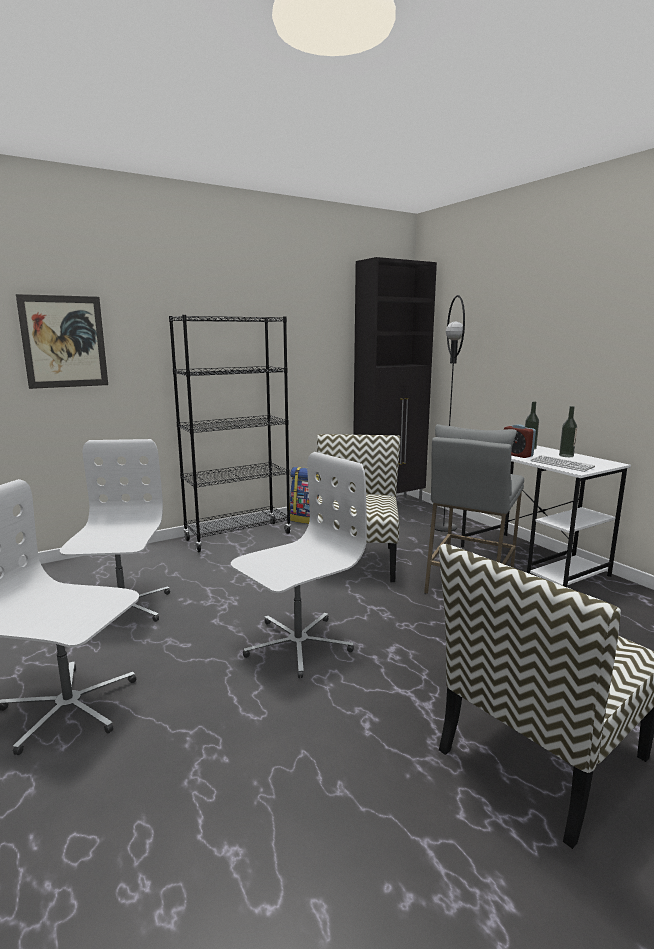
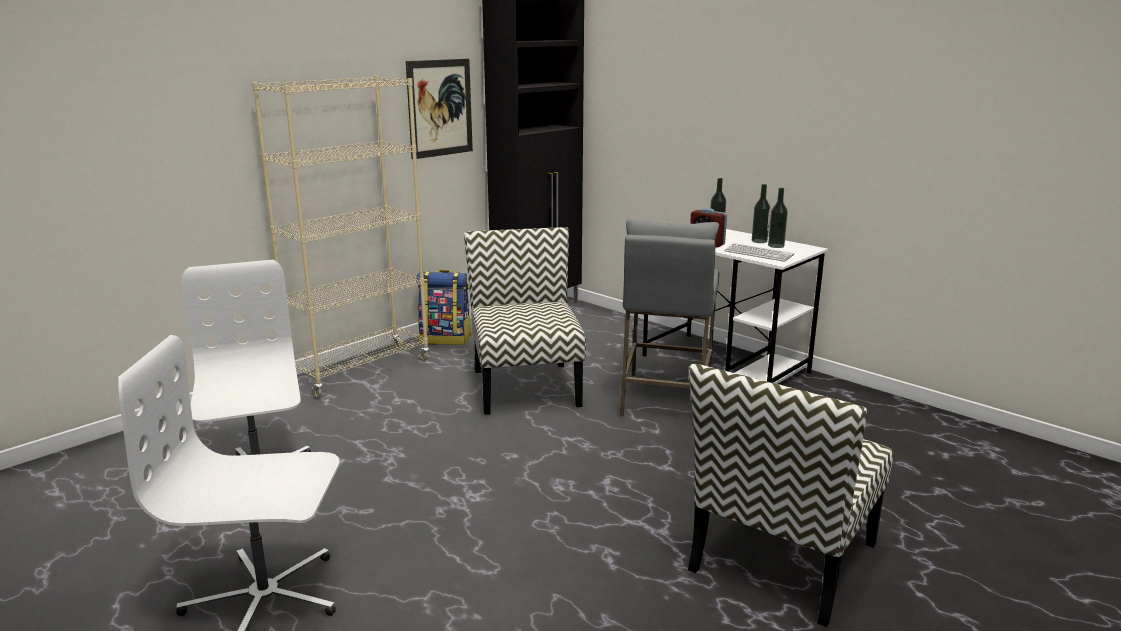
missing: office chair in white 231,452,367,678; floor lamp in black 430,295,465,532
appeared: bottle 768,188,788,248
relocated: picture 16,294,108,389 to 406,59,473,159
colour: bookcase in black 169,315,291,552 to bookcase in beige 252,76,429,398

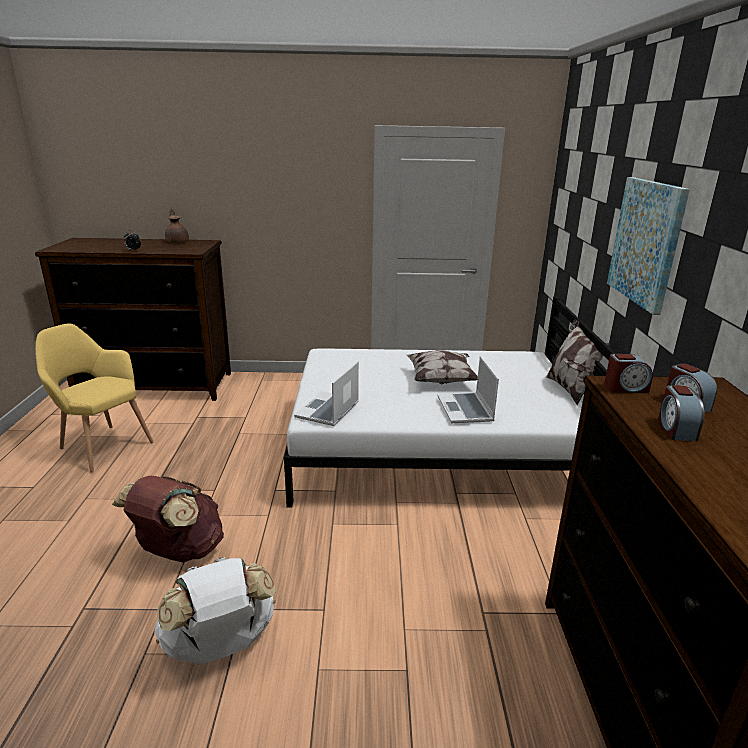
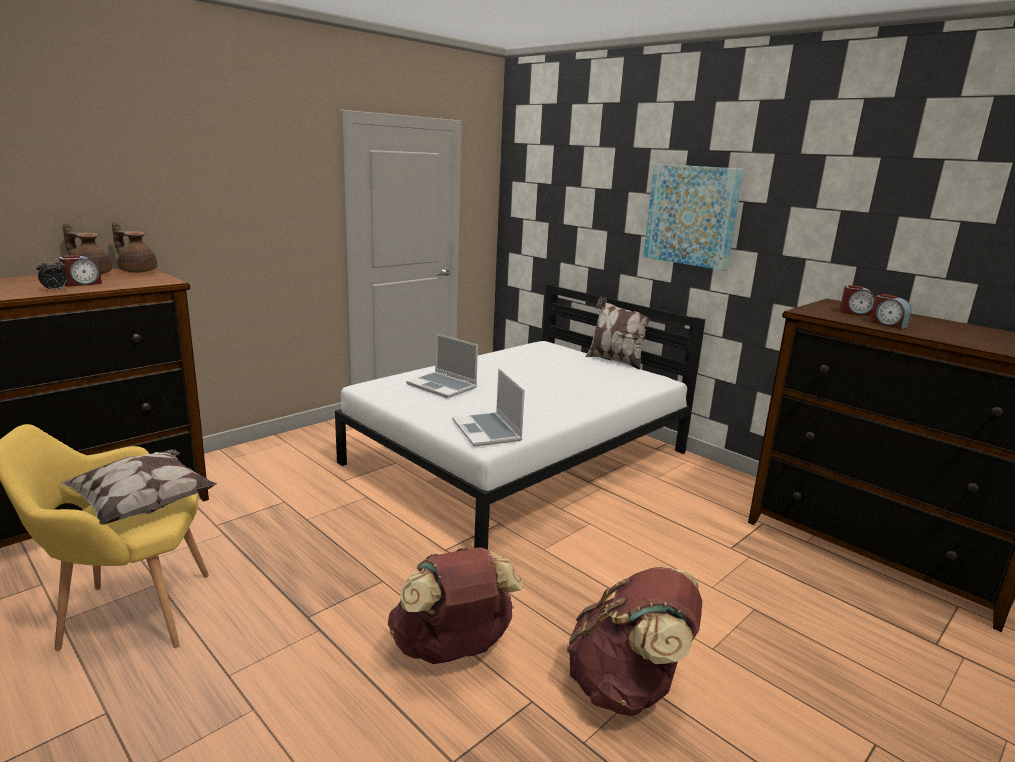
appeared: teapot in brown 112,222,157,273
relocated: pillow 407,350,478,384 to 60,449,217,525; laptop 438,356,499,423 to 406,333,478,398; alarm clock 604,354,653,393 to 58,255,102,287
colour: backpack in white 154,557,276,664 to backpack in brown 567,567,702,716

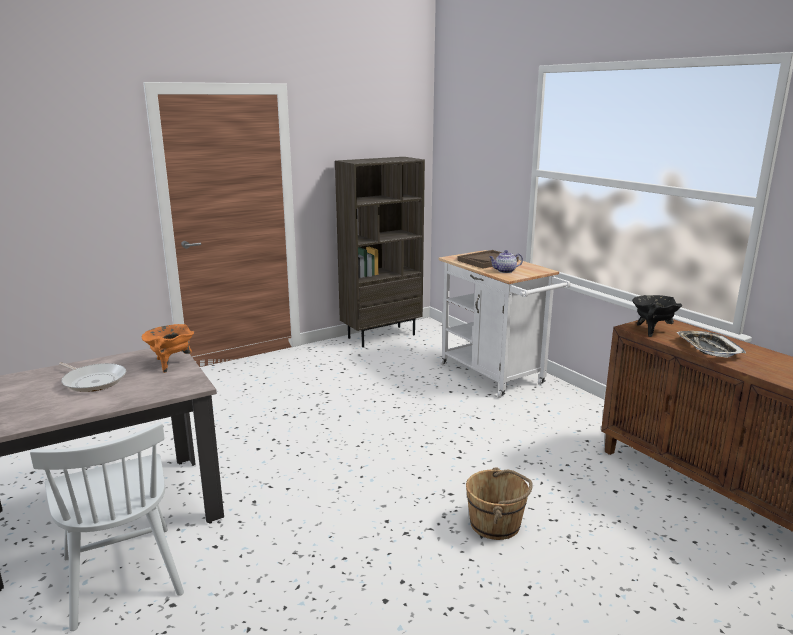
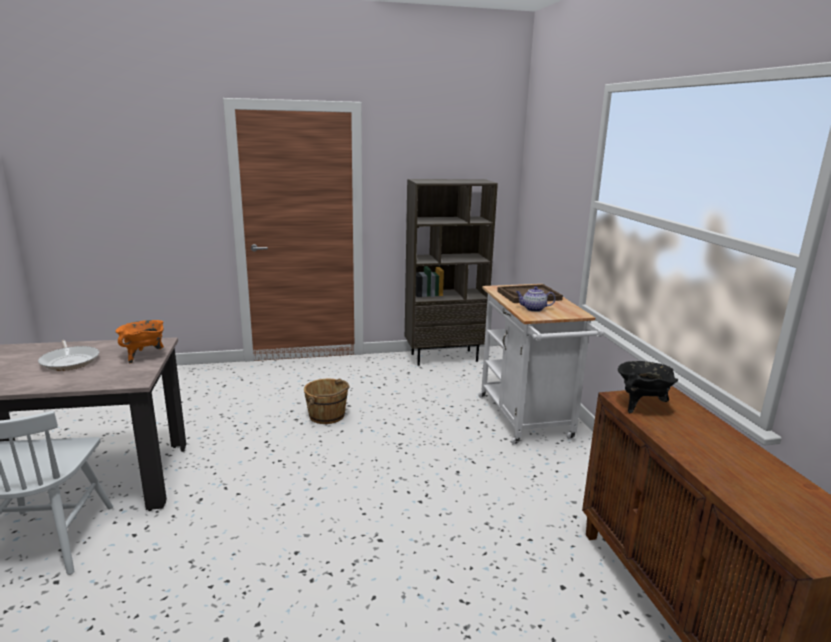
missing: tray 677,331,746,358
relocated: bucket in brown 466,467,533,540 to 304,379,349,424

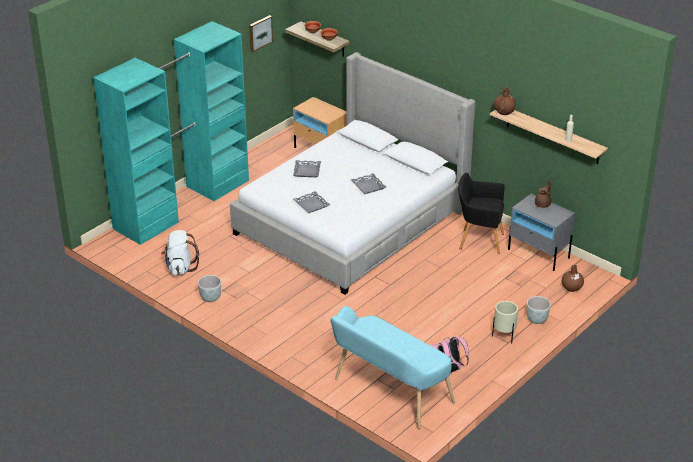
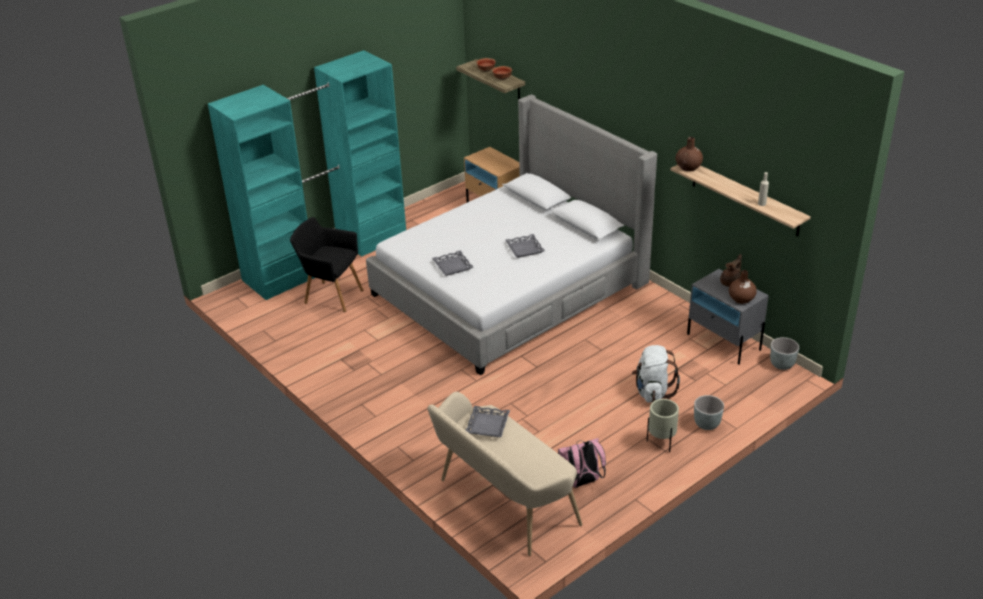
missing: picture 249,15,273,52
relocated: backpack in white 161,230,199,276 to 632,345,680,403; planter in grey 198,275,221,302 to 770,337,799,370; tray in grey 293,160,321,177 to 466,406,510,437; armchair in black 458,173,505,254 to 290,217,363,312; vase in brown 562,265,584,292 to 729,270,757,304
colour: bench in turquoise 331,306,455,429 to bench in beige 427,392,582,556

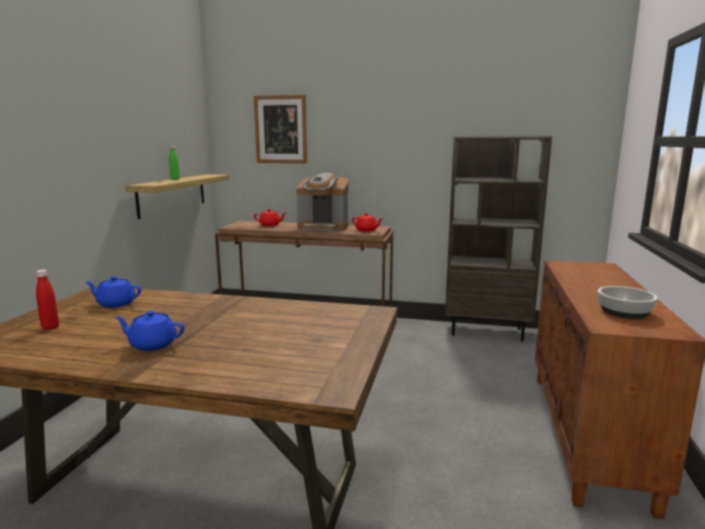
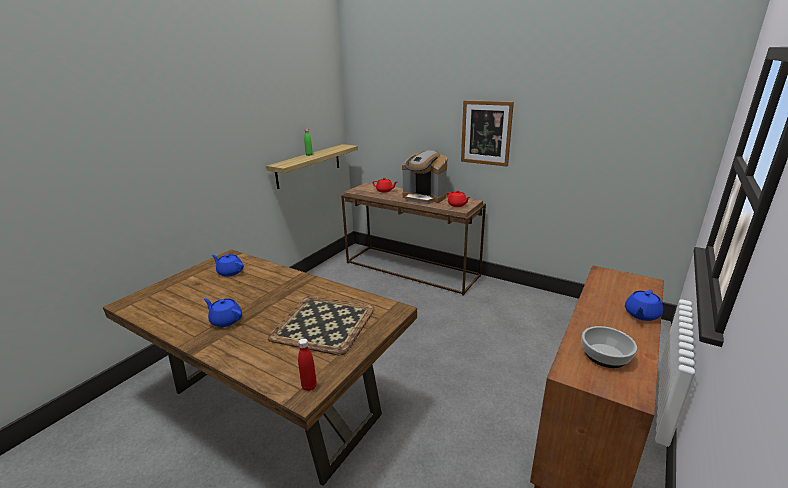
missing: bookcase in brown 445,136,552,341
appeared: tray 268,296,375,356; teapot in blue 625,290,663,321
relocated: bottle in red 36,270,59,330 to 298,338,317,391; picture 254,95,307,163 to 461,100,514,167

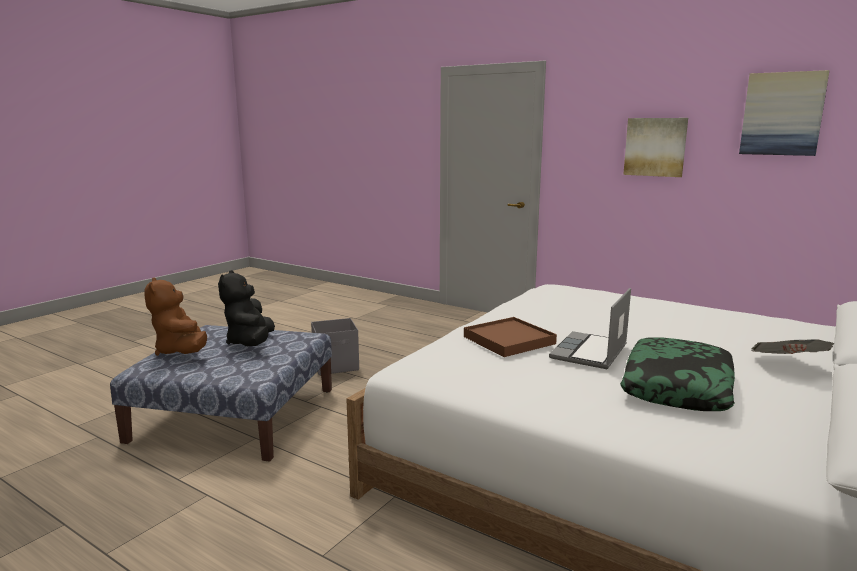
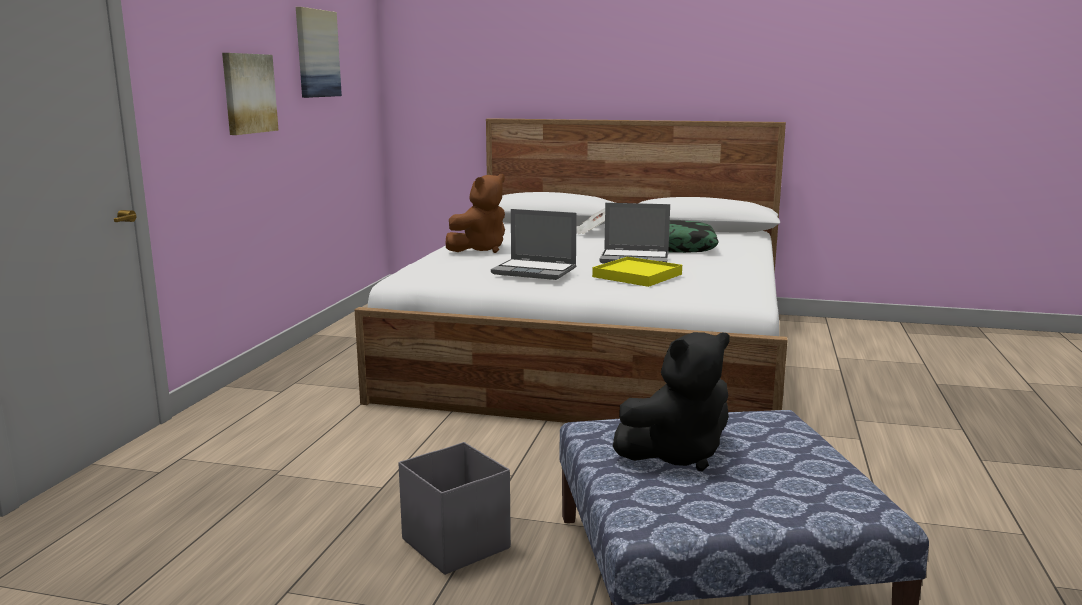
appeared: laptop 491,209,577,280
relocated: plush toy in brown 144,278,207,356 to 446,174,505,253
colour: tray in brown 464,317,557,357 to tray in yellow 592,257,682,287

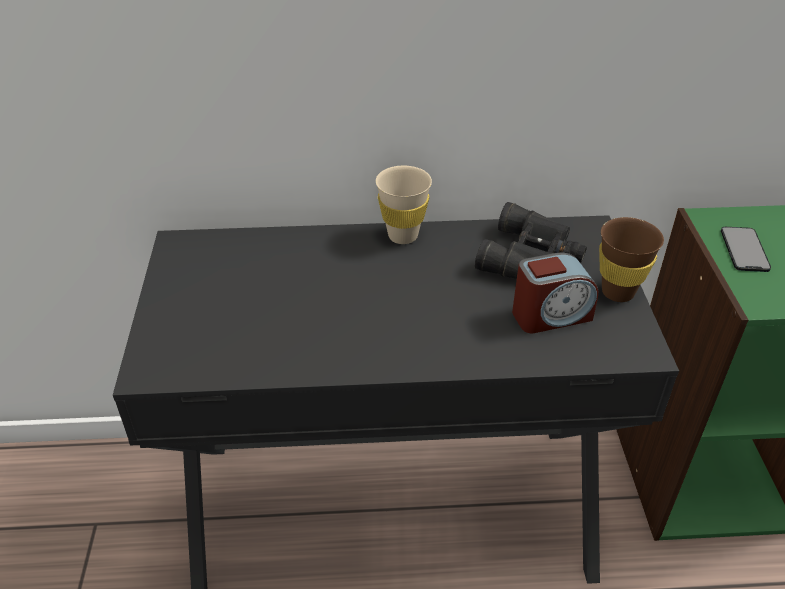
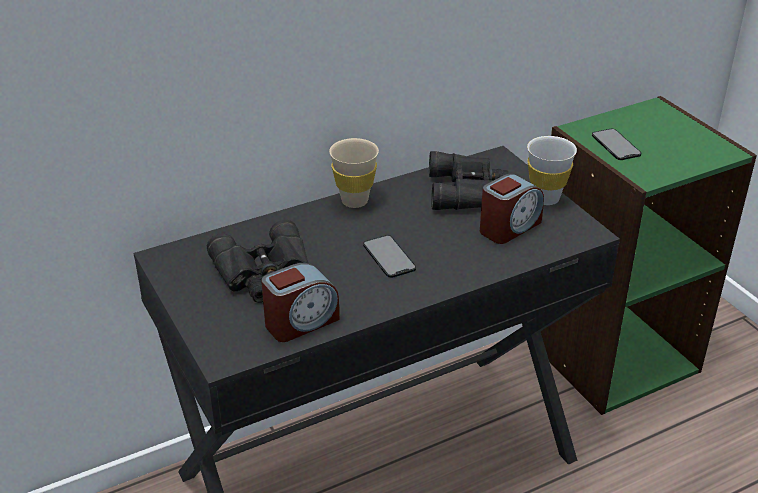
appeared: binoculars in black 207,220,308,303; alarm clock 261,263,339,342; phone 363,235,416,278
colour: cup in brown 599,217,664,302 to cup in white 527,136,577,205

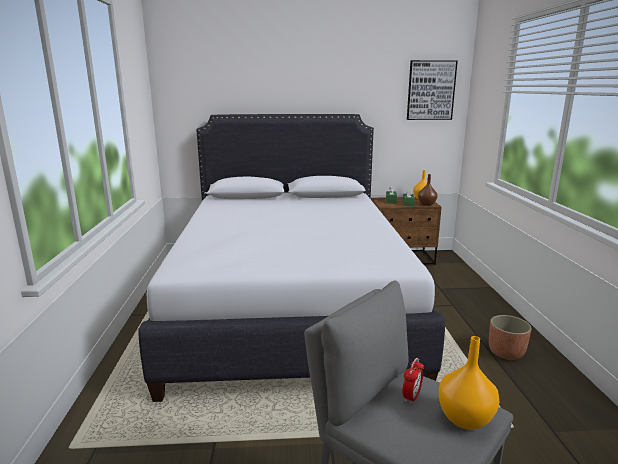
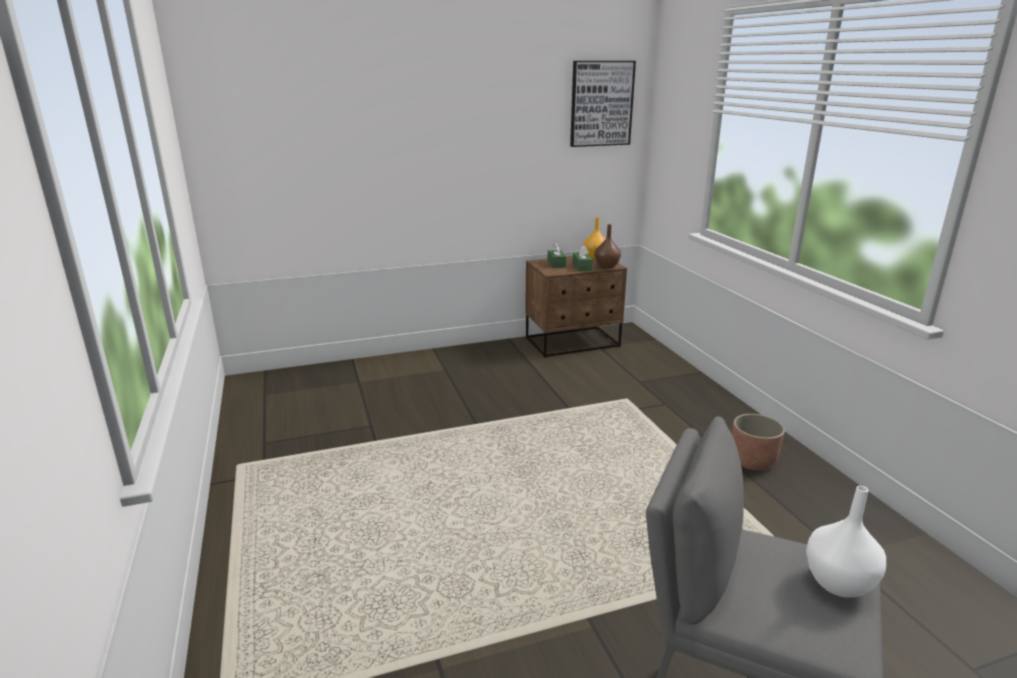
missing: bed in white 138,114,445,402; alarm clock 402,358,424,404
colour: vase in orange 438,336,500,430 to vase in white 806,486,886,598

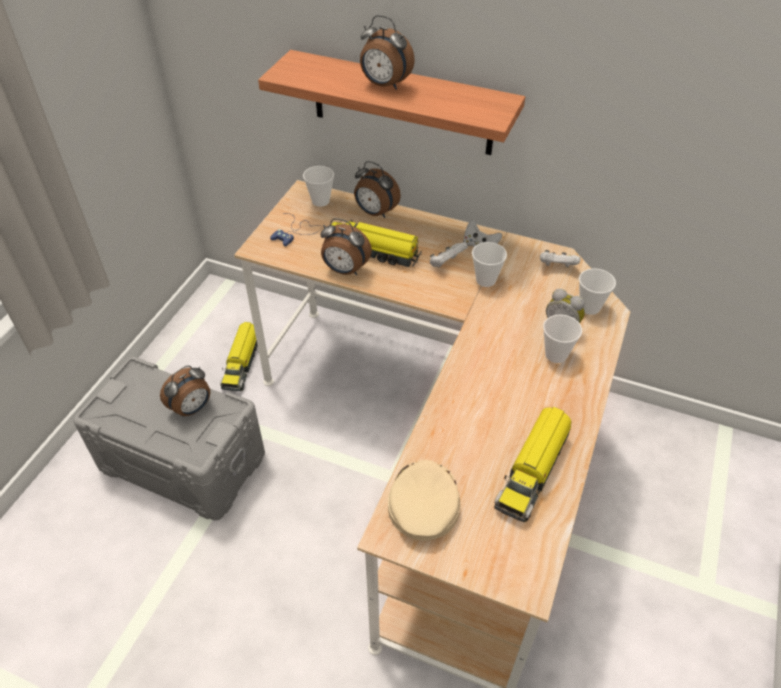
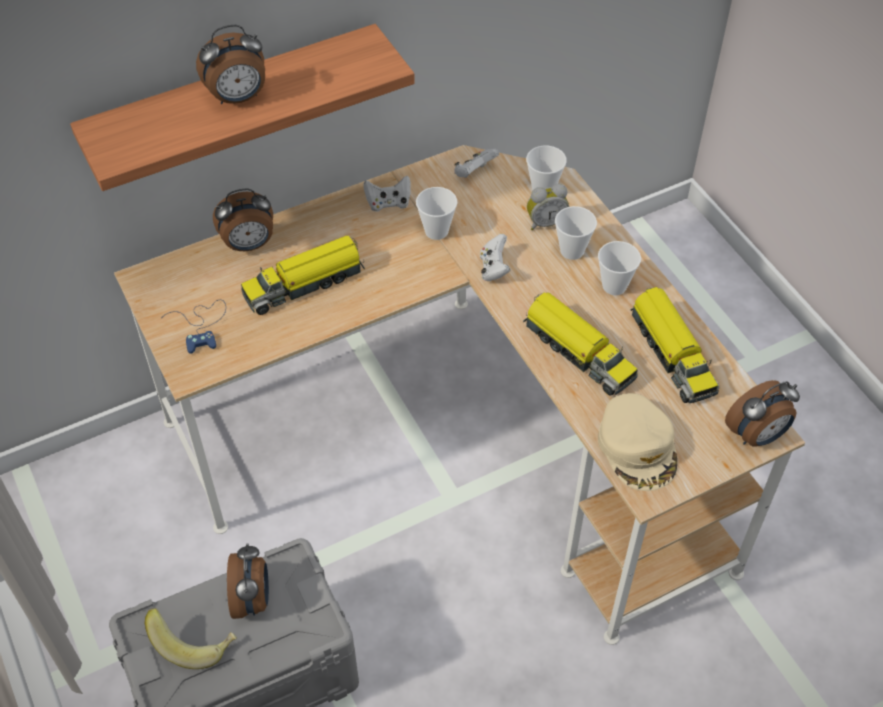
appeared: banana 145,608,237,669
relocated: toy truck 220,322,257,391 to 523,292,638,396; cup 303,166,334,207 to 598,241,641,295; alarm clock 320,218,372,275 to 725,380,800,447; game controller in white 430,242,468,268 to 480,234,510,281
spun: cap in beige 388,460,460,540 = 598,393,678,491 150 degrees counterclockwise

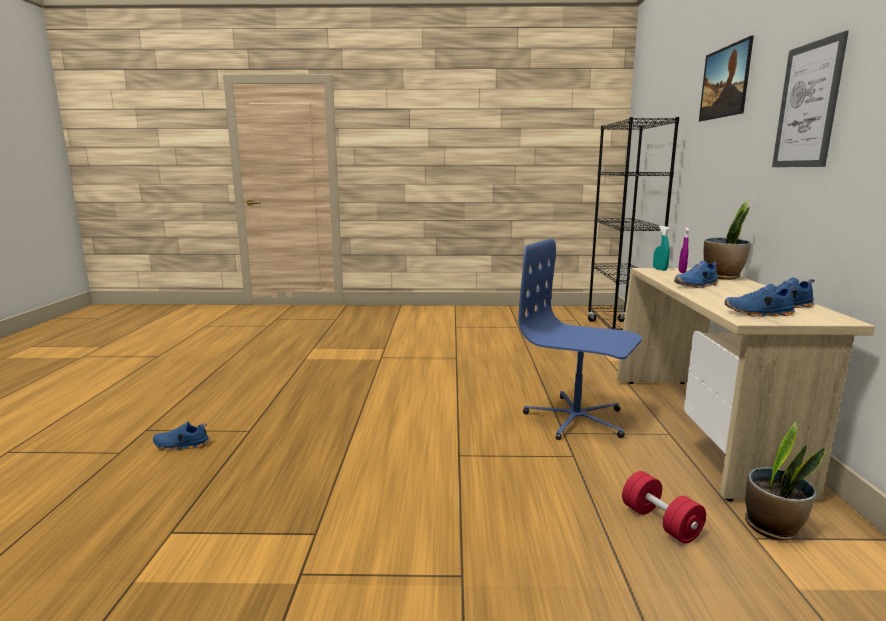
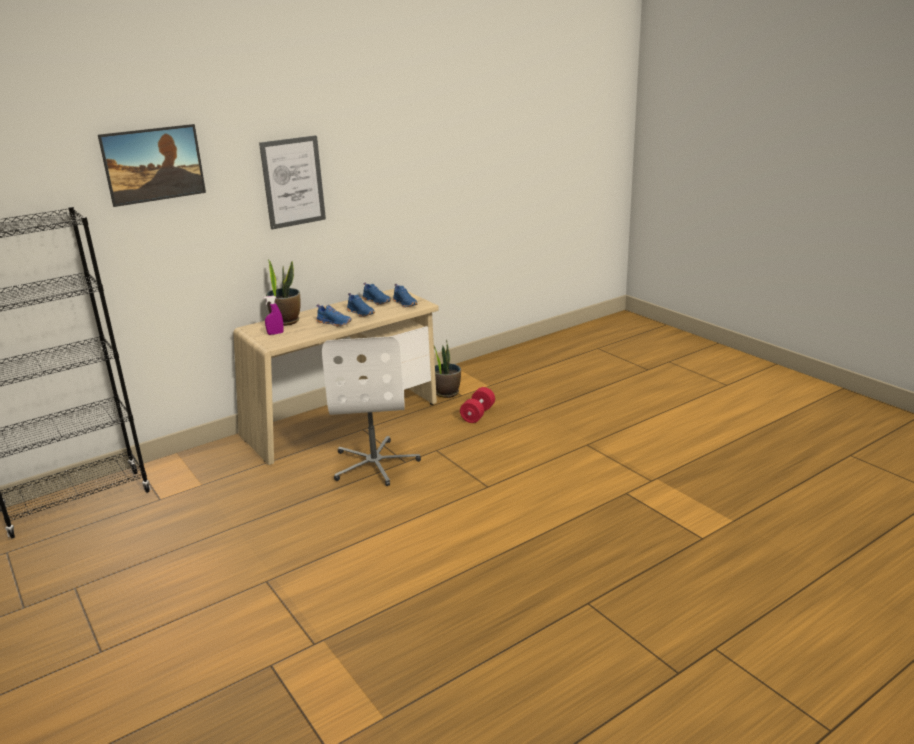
missing: spray bottle in turquoise 653,226,670,271
relocated: shoe in blue 153,422,210,451 to 347,293,375,317
colour: office chair in blue 518,238,642,440 to office chair in white 322,336,421,486

